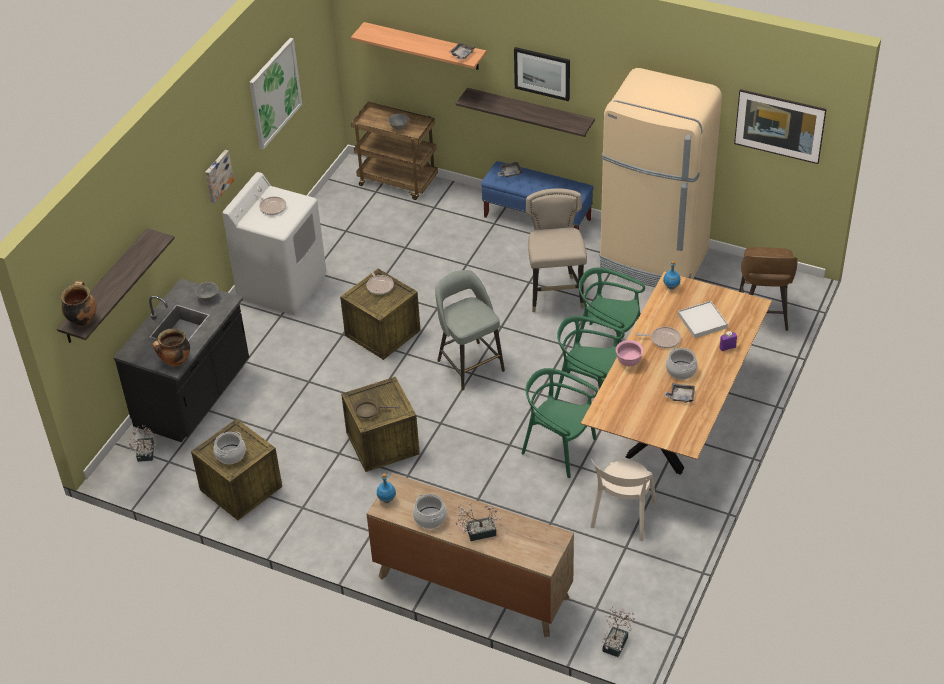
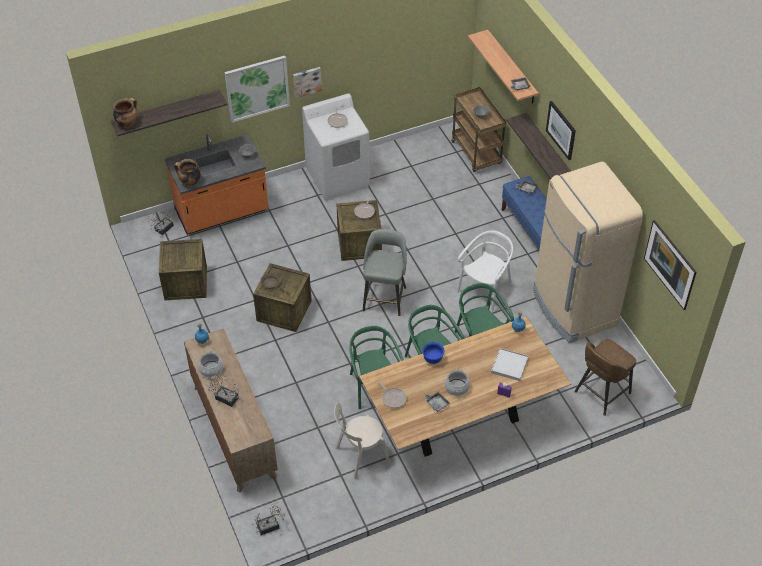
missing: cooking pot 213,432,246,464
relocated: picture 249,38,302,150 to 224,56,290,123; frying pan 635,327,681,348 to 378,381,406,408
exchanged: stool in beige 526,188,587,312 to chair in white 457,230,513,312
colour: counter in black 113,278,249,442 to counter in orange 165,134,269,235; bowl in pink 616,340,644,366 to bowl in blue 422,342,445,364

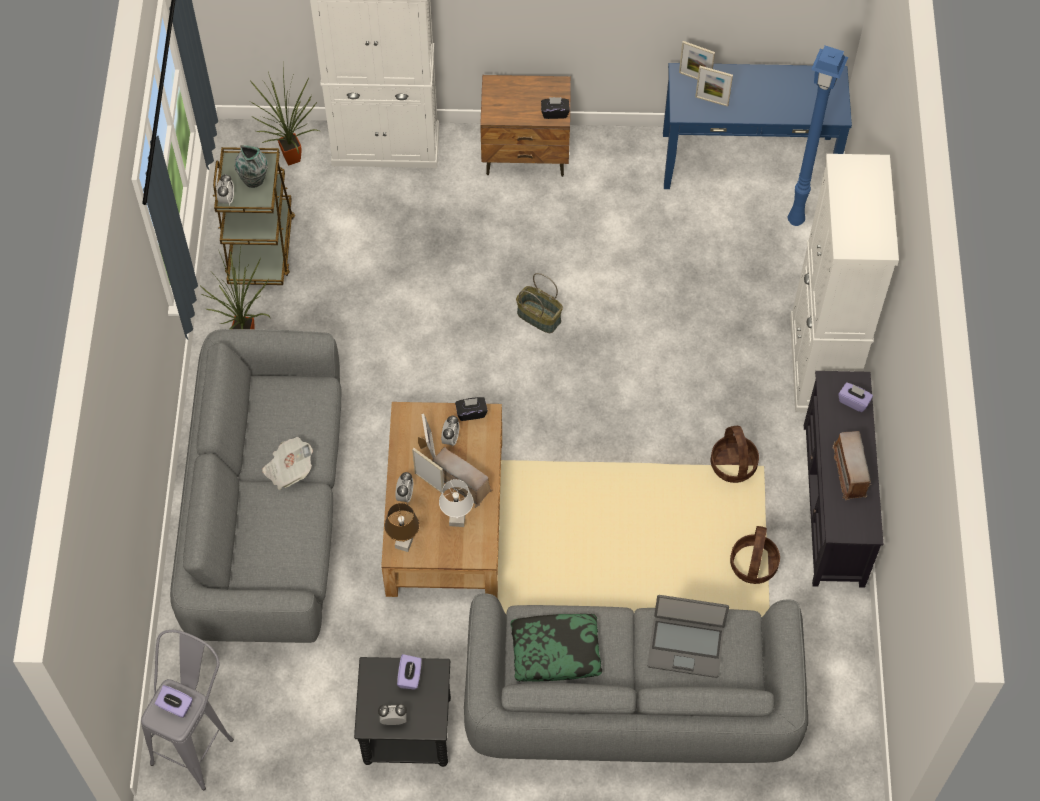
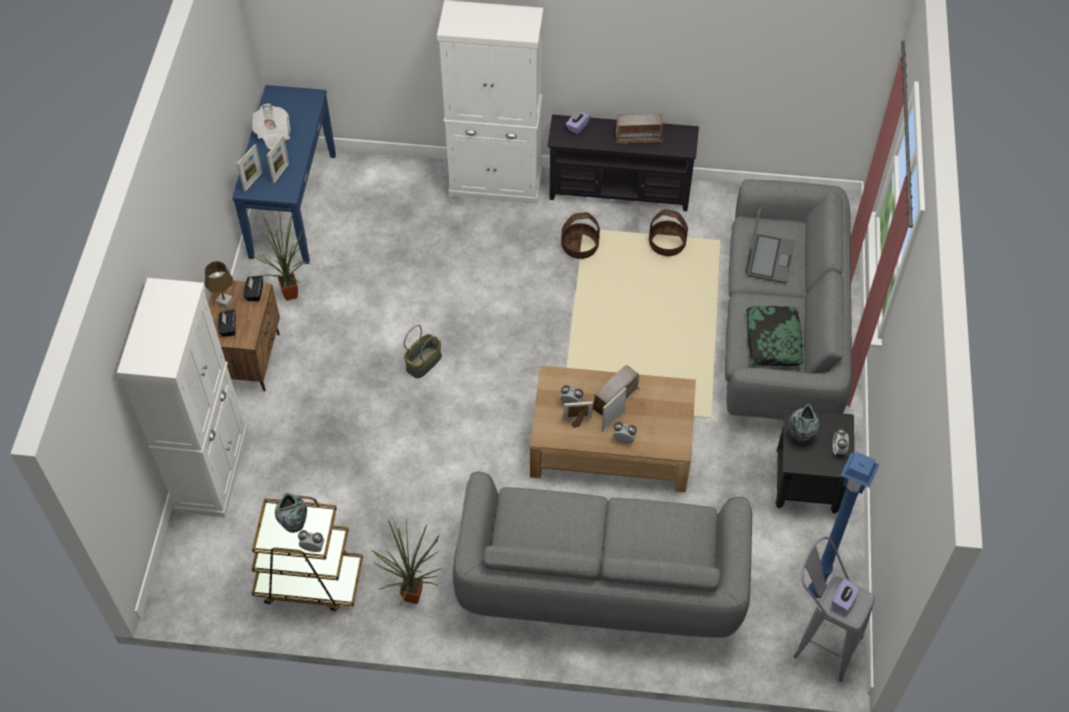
missing: table lamp in white 439,479,473,527
relocated: potted plant 250,61,319,166 to 252,203,311,301; newspaper 263,437,313,490 to 252,103,290,149; table lamp in brown 385,503,419,552 to 205,261,233,309; tissue box in black 455,397,488,421 to 218,309,236,336; floor lamp in blue 788,46,848,226 to 808,452,880,598
exchanged: tissue box in purple 397,654,421,690 to vase 789,404,819,443

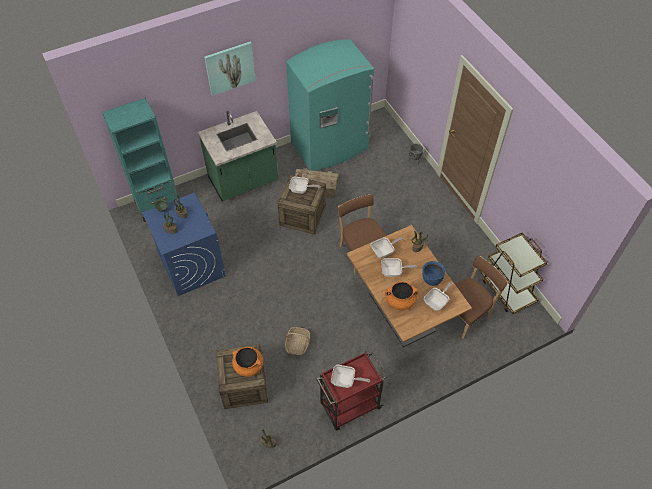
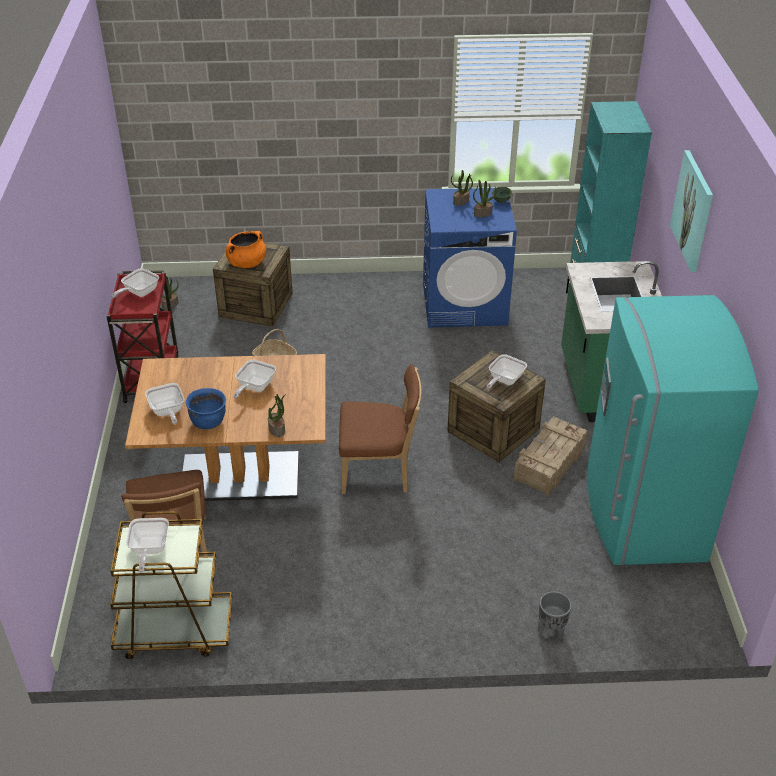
missing: cooking pot in orange 385,281,418,311
relocated: frying pan 371,237,404,258 to 126,518,169,573

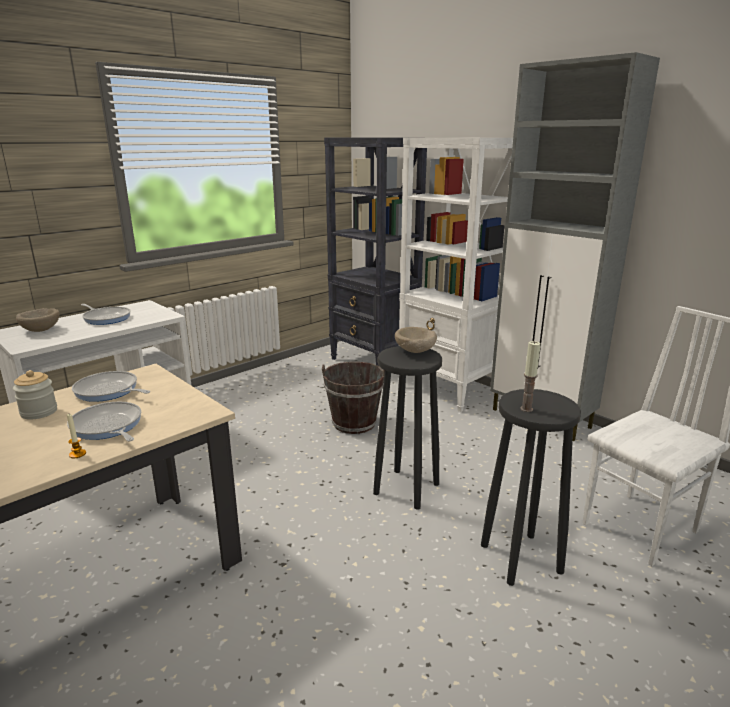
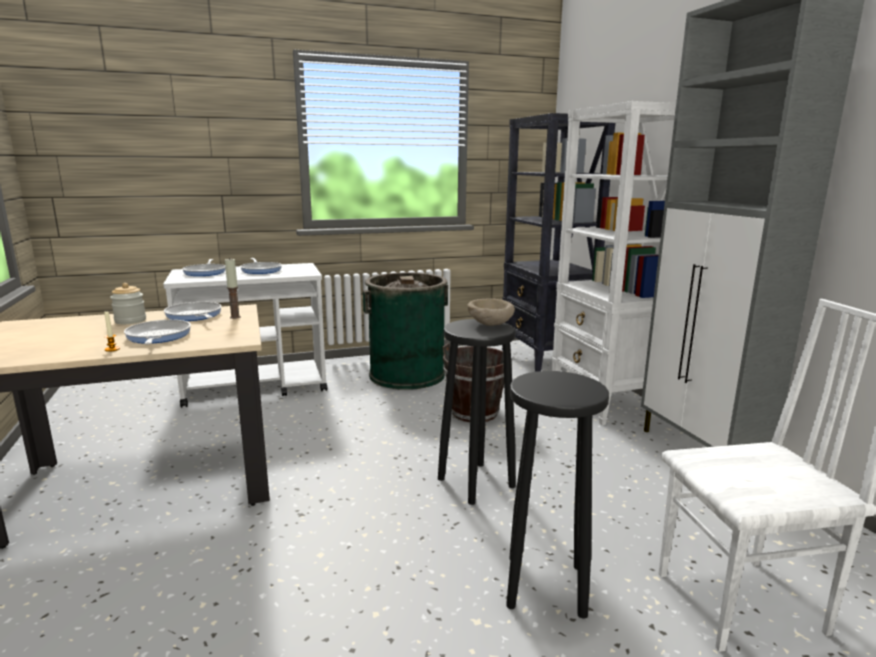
appeared: trash can in green 363,273,448,390
relocated: candle 520,341,541,412 to 225,258,241,319
exchanged: bowl in beige 16,308,60,332 to frying pan 182,259,226,276

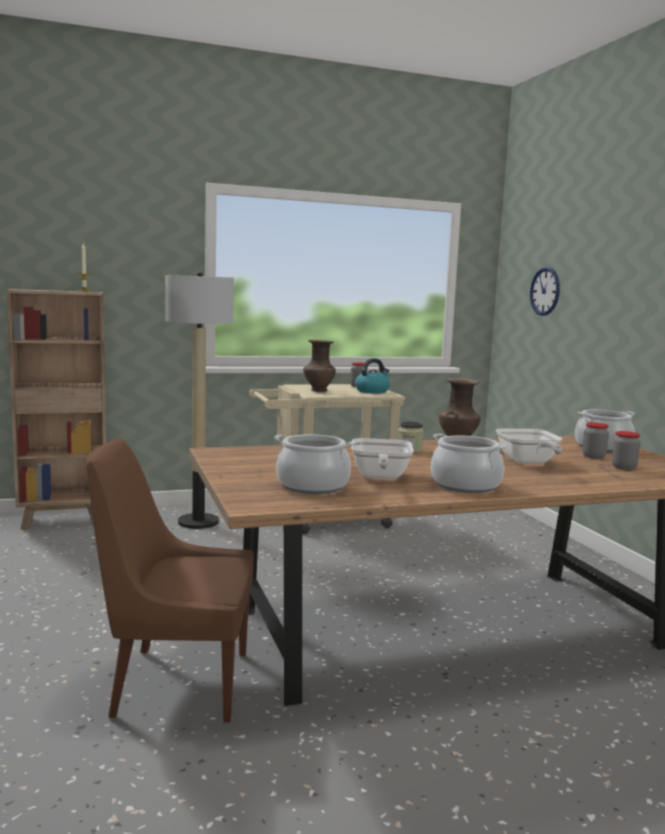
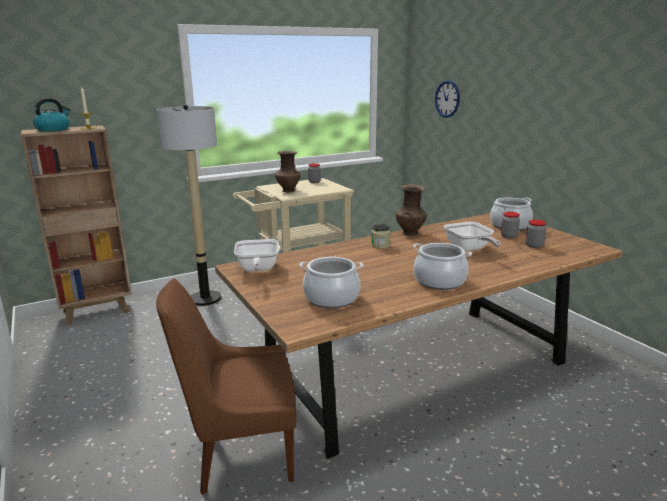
relocated: frying pan 351,438,414,479 to 234,239,279,272; kettle 355,358,390,394 to 33,98,70,131

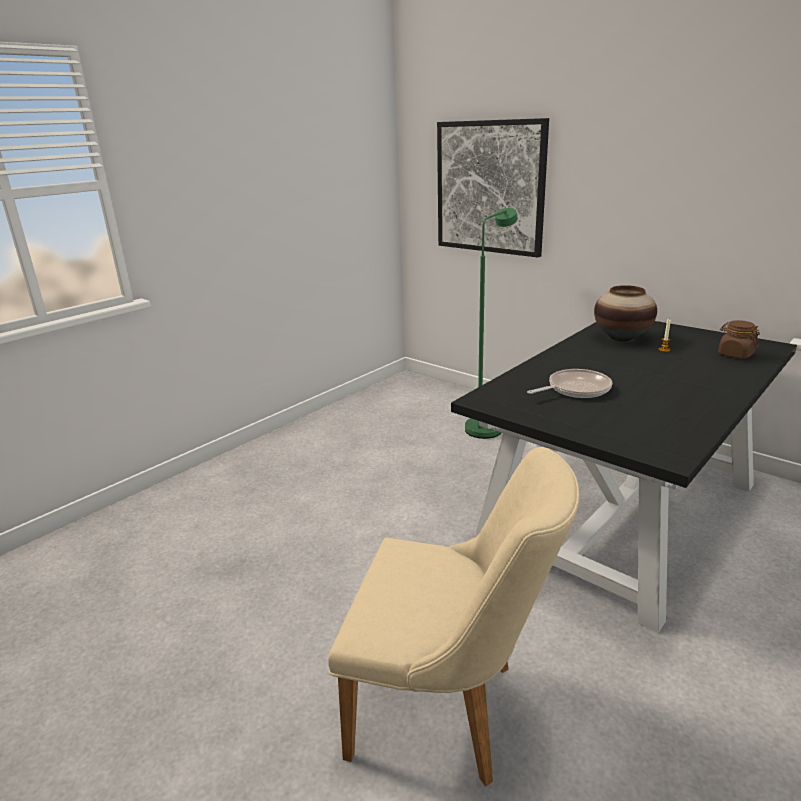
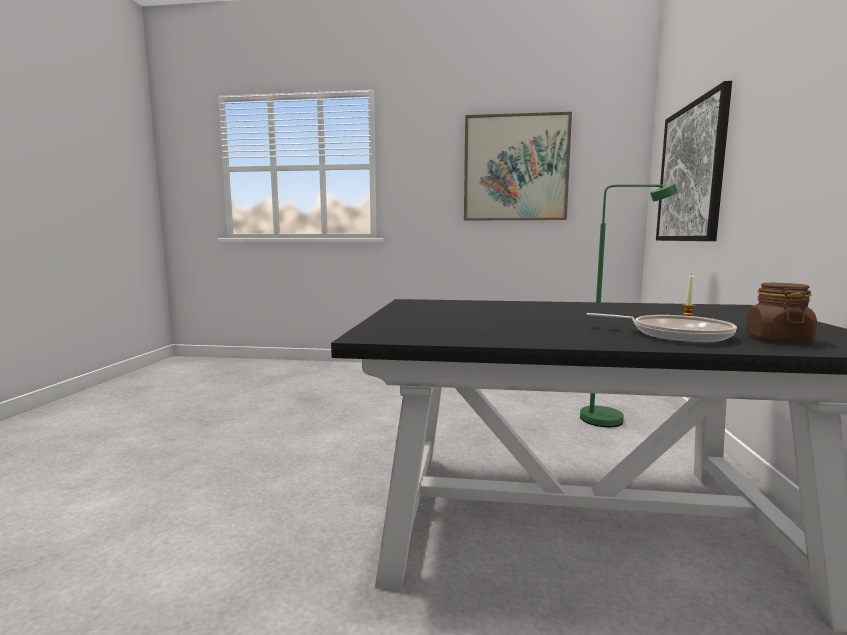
missing: chair in beige 328,447,579,786; vase 594,285,657,342
appeared: picture 464,112,572,221
relocated: frying pan 527,369,612,398 to 586,313,737,342

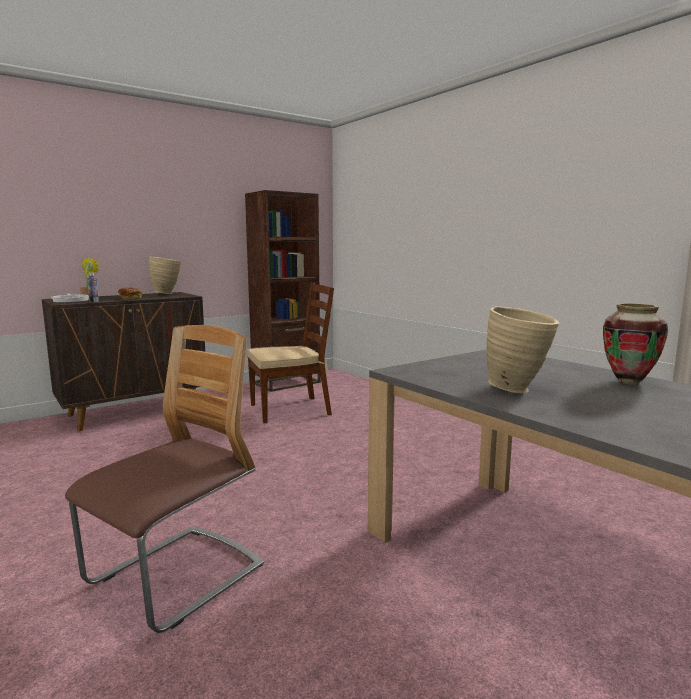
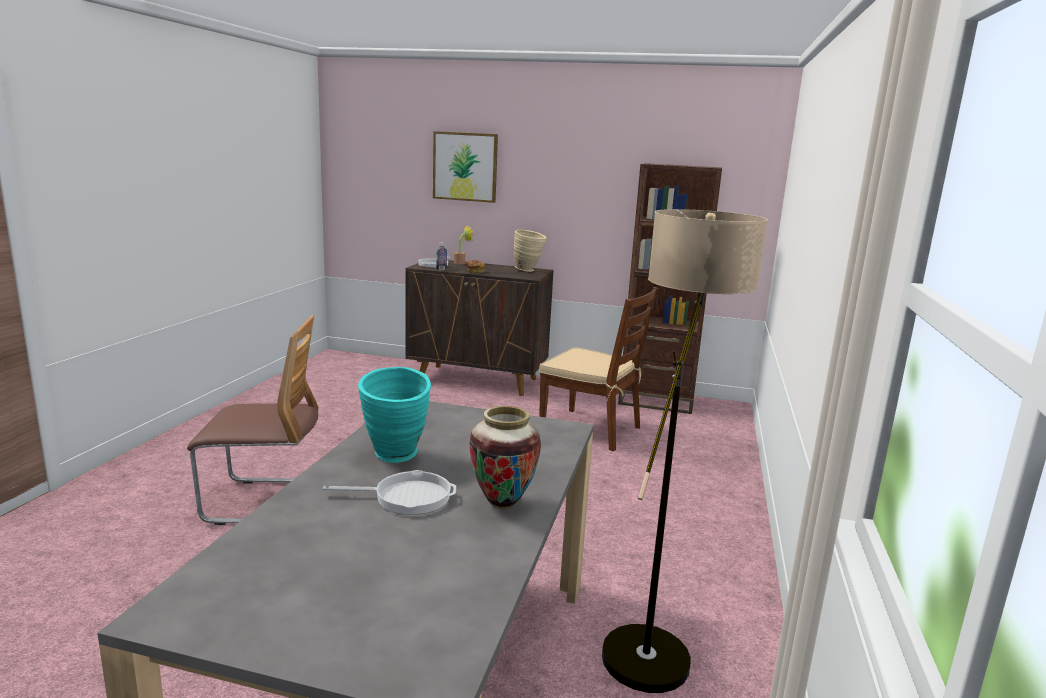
appeared: frying pan 323,470,456,515; picture 433,131,498,203; floor lamp 602,209,768,693
colour: vase in beige 486,307,559,393 to vase in turquoise 358,367,431,463

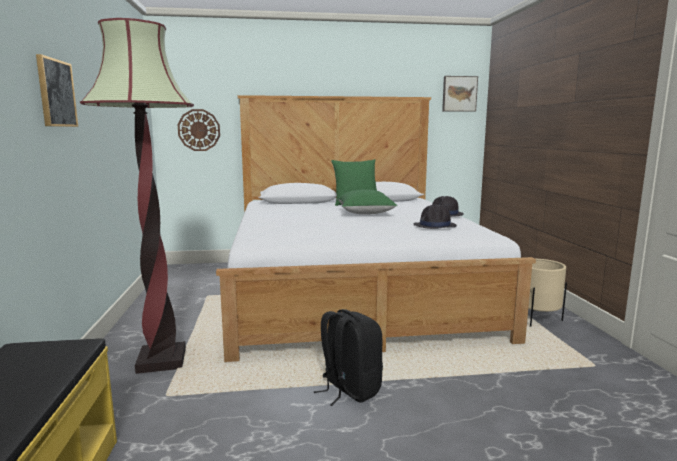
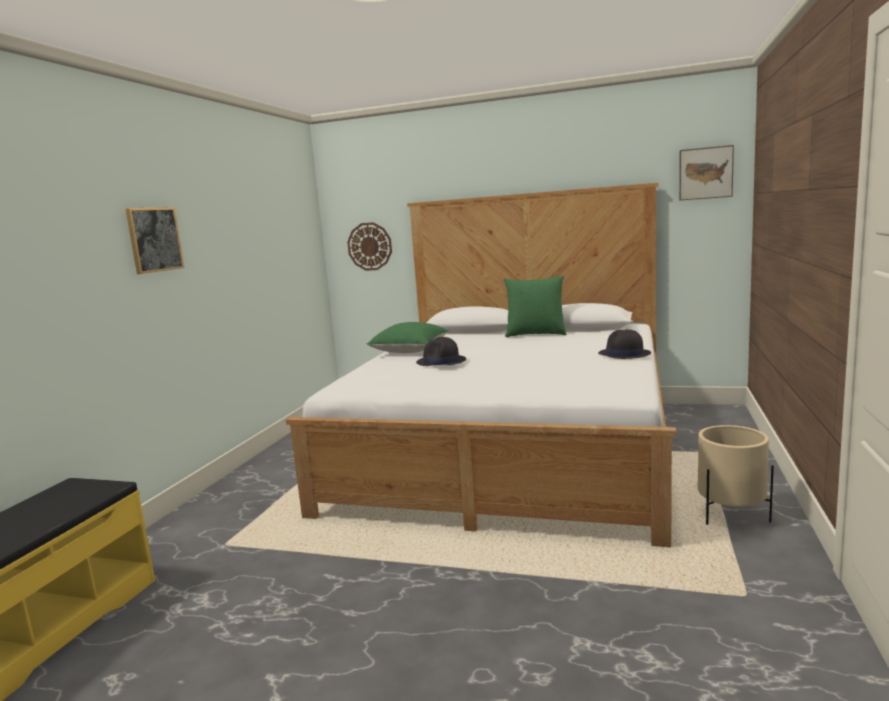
missing: floor lamp 80,18,194,374; backpack in black 314,309,383,406
relocated: pillow in green 337,189,397,215 to 366,322,449,353; hat in black 414,205,457,229 to 416,337,466,366

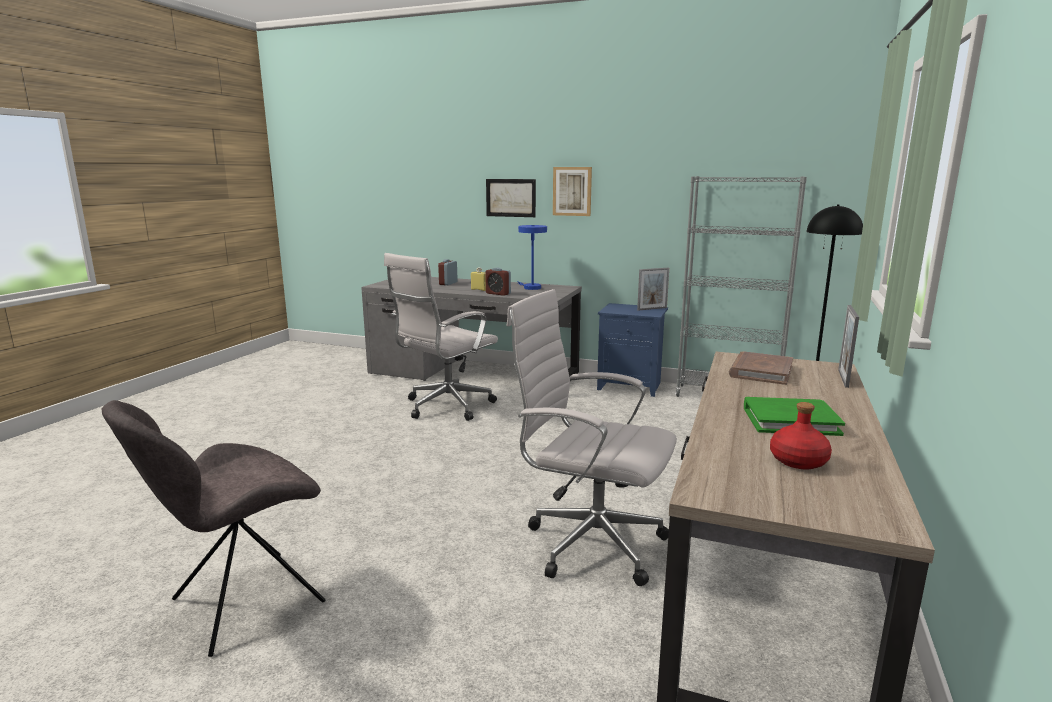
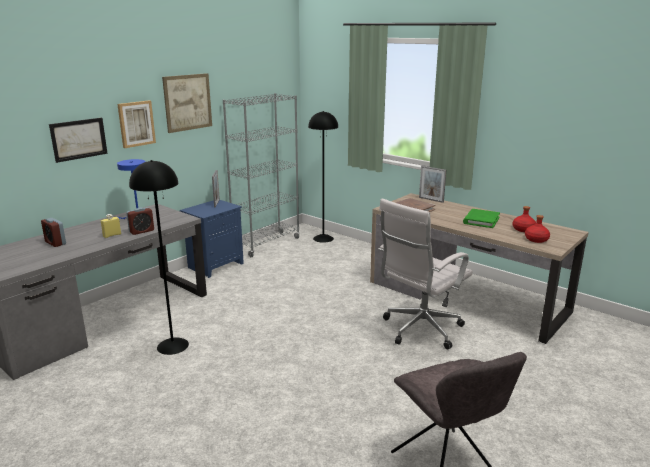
appeared: picture 162,73,212,133; bottle in red 525,215,550,243
exchanged: office chair in white 384,253,498,421 to floor lamp in black 129,160,189,355

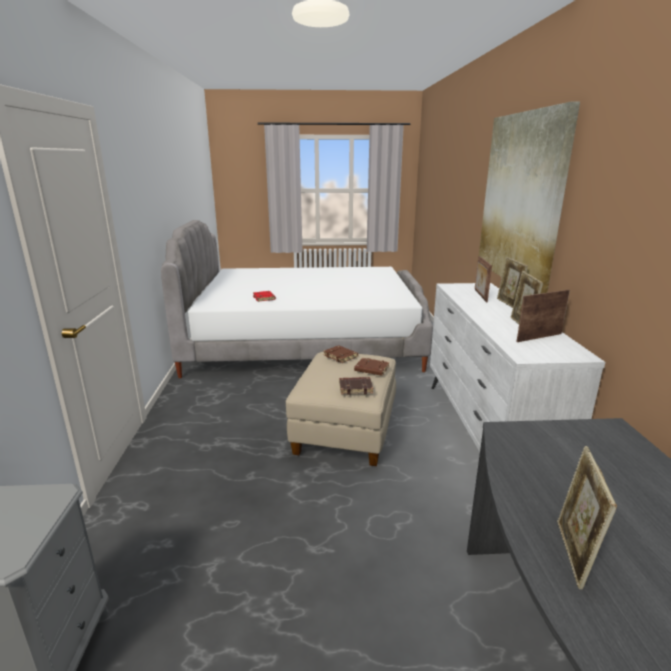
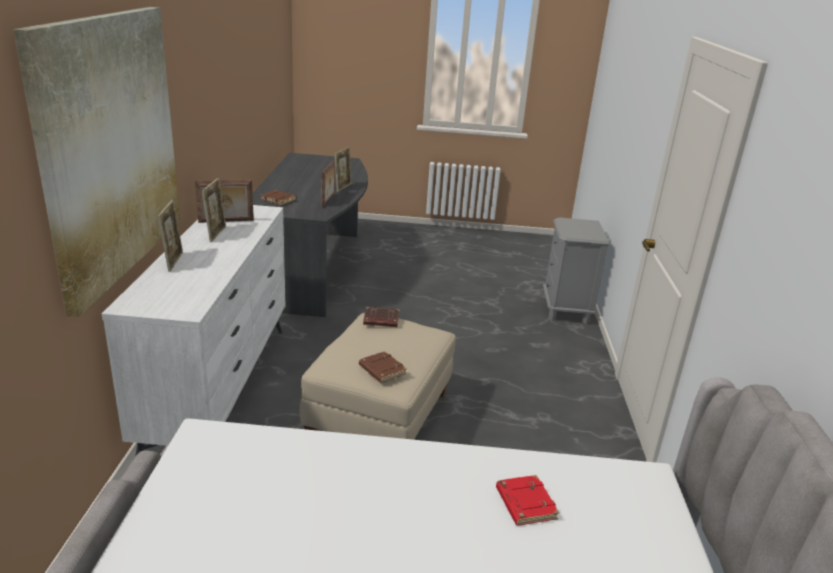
relocated: book in brown 354,358,390,376 to 260,190,297,205; picture frame 475,256,492,303 to 322,161,335,207

